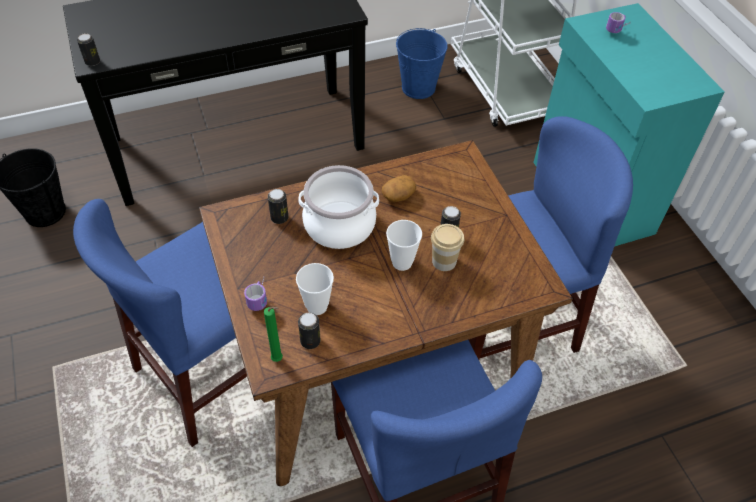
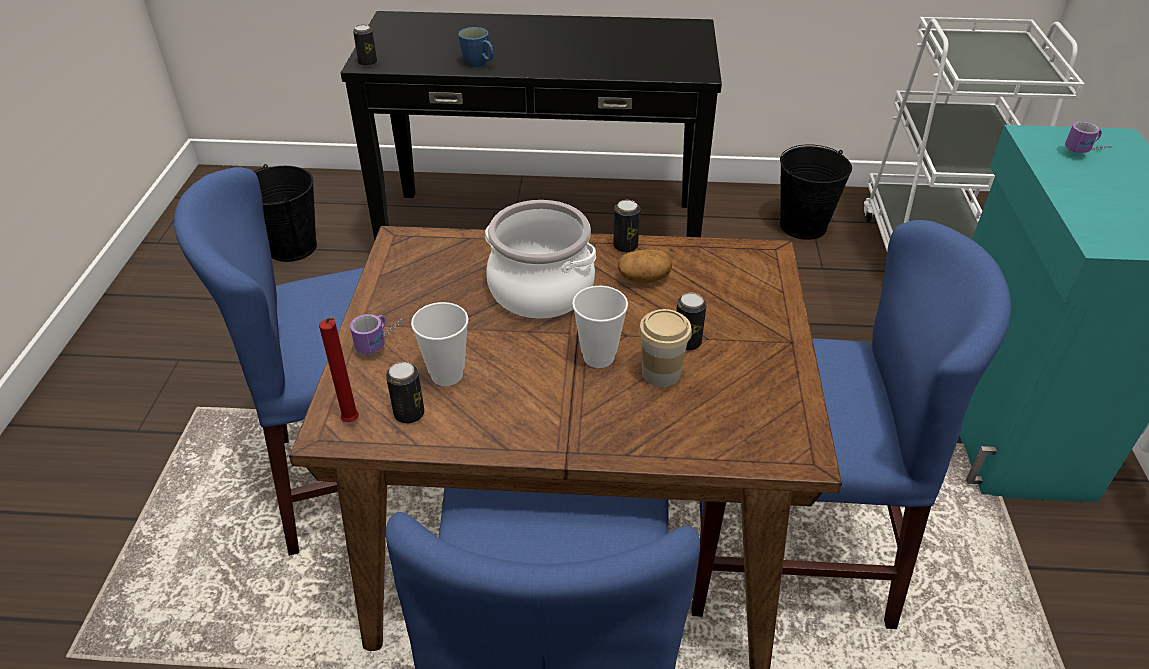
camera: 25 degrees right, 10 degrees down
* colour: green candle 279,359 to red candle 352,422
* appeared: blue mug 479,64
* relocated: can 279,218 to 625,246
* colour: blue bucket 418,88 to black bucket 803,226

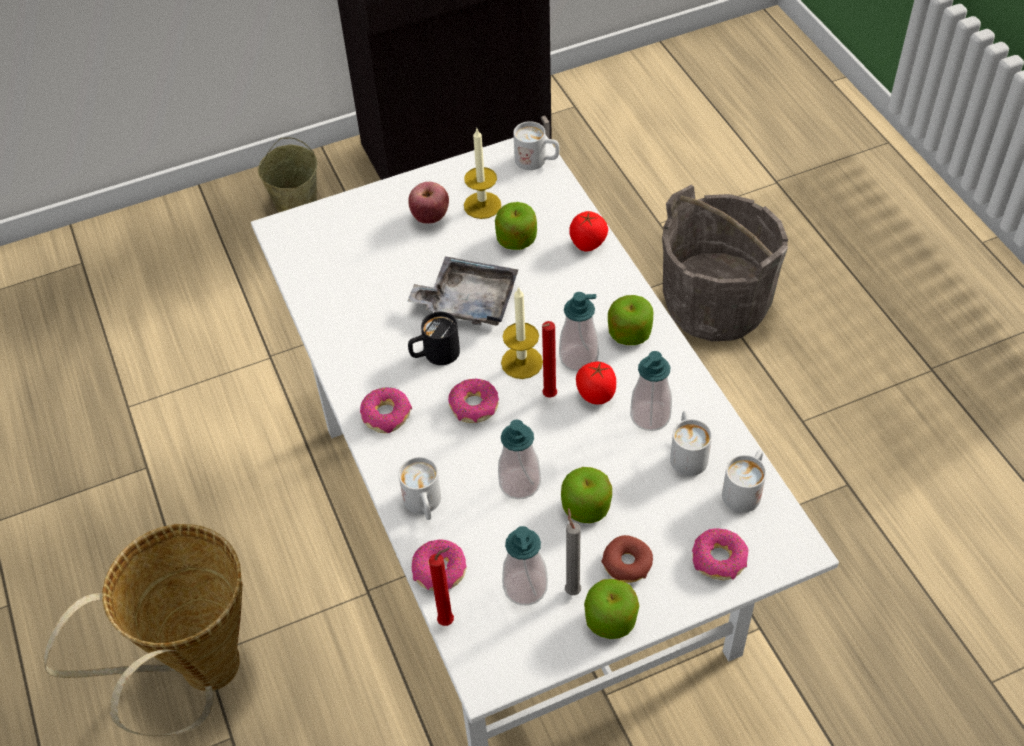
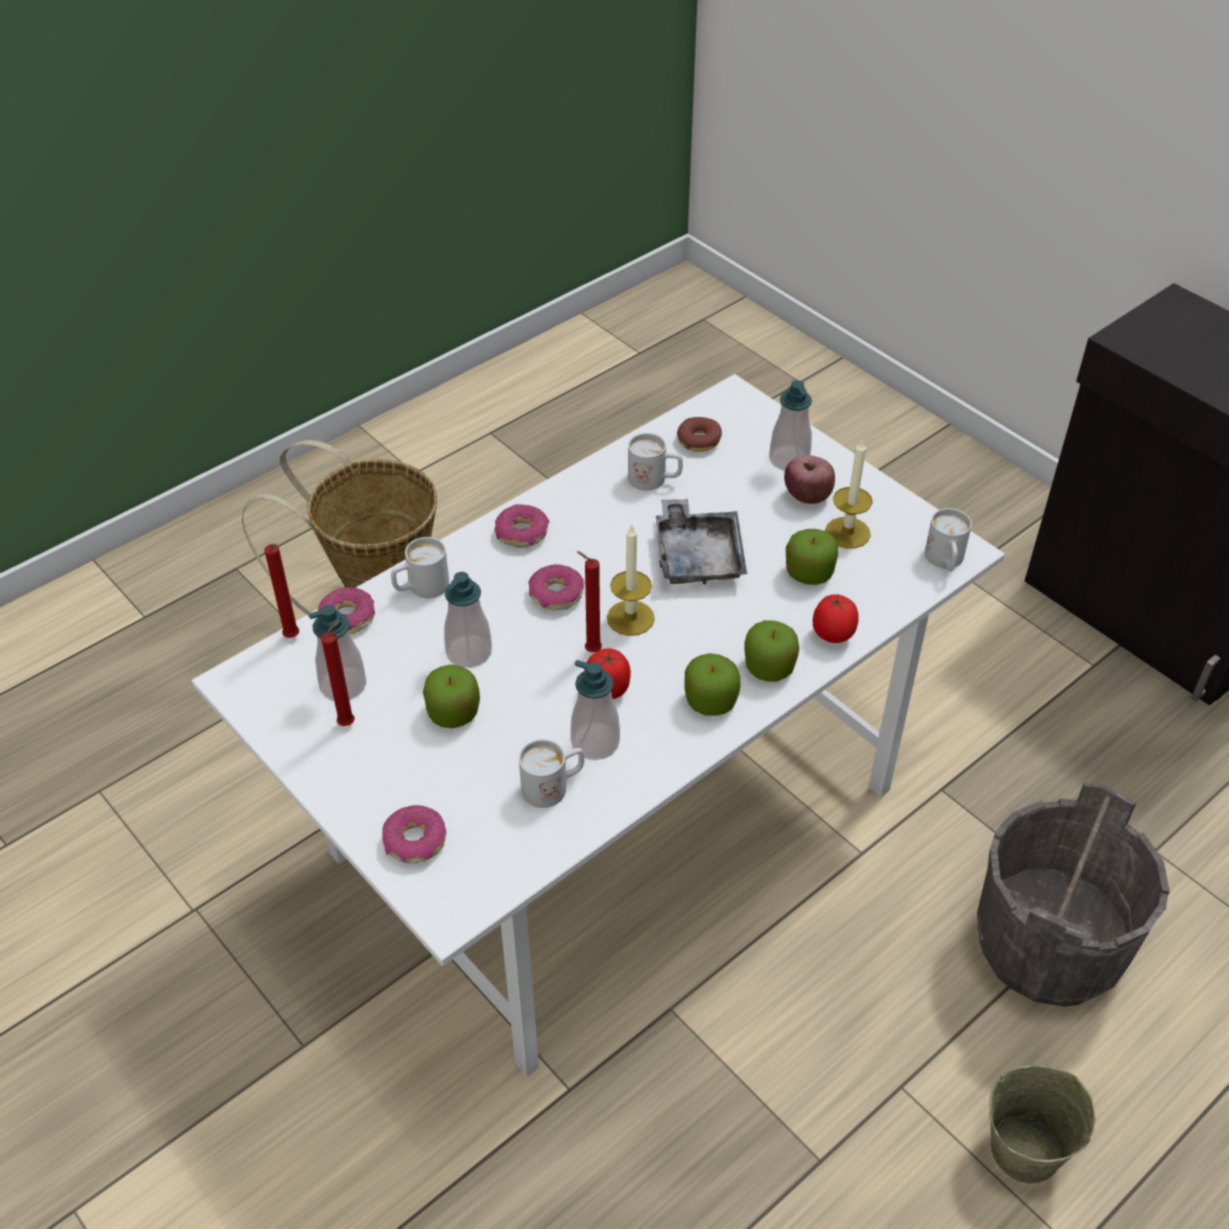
camera: 70 degrees right, 5 degrees down
* colour: grey candle 572,589 to red candle 349,723
* relocated: white mug 745,489 to 655,480
* relocated: donut 627,564 to 698,440
* relocated: apple 610,620 to 769,667
* relocated: soap dispenser 578,357 to 789,460
* relocated: beige bucket 296,203 to 1026,1148
* missing: black mug 434,355

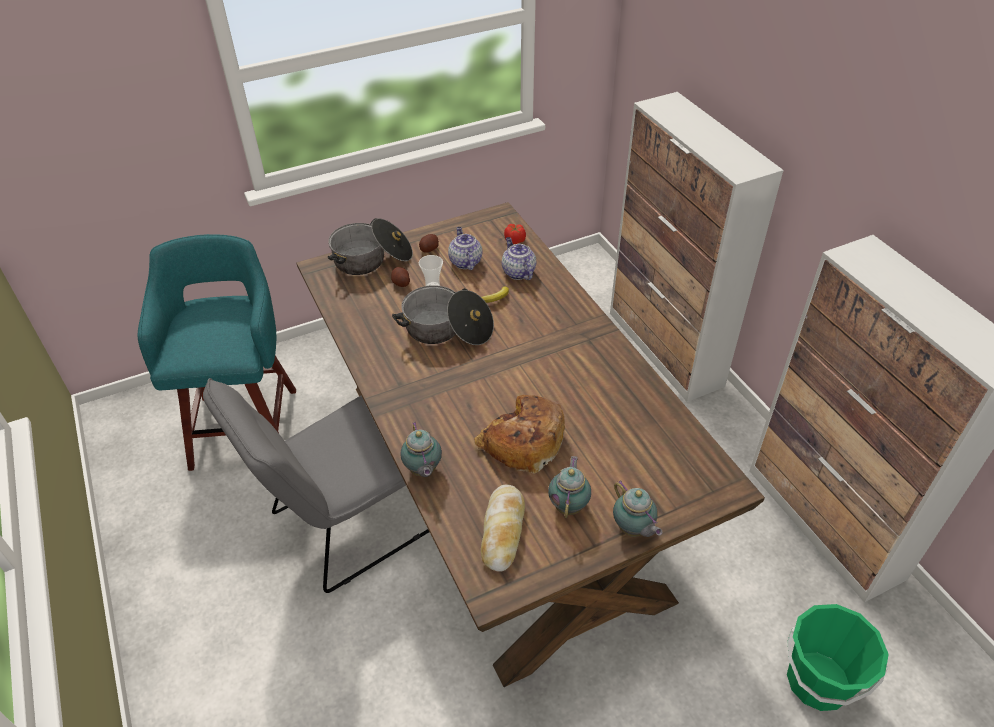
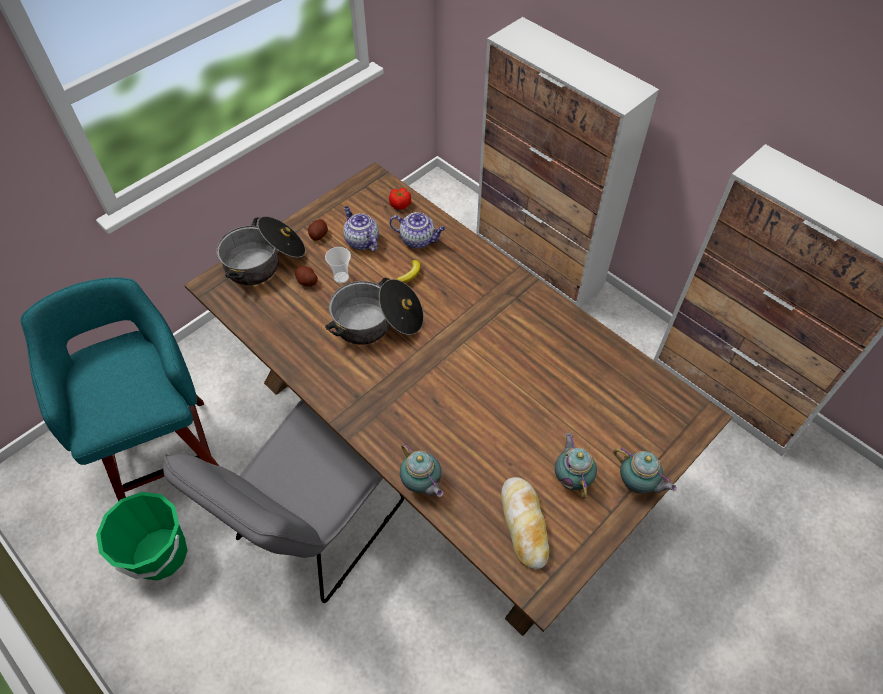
camera: 20 degrees left, 10 degrees up
* relocated: green bucket 817,681 to 160,554
* spun: teapot 518,272 = 418,240 150 degrees clockwise
* missing: bread 522,441

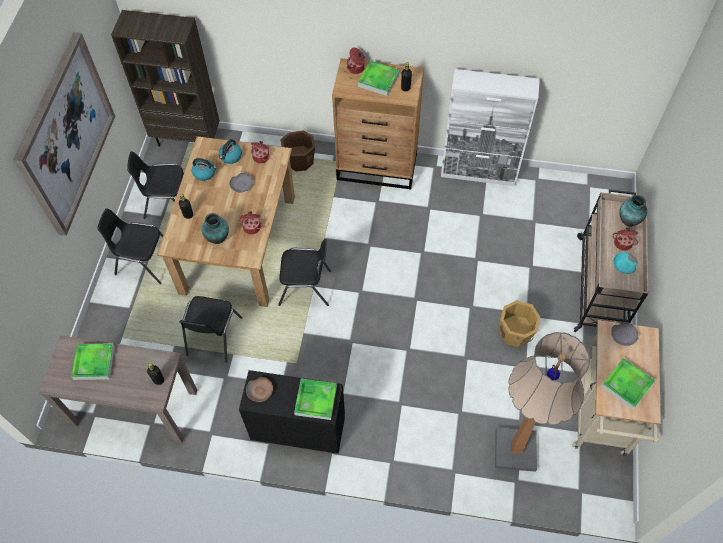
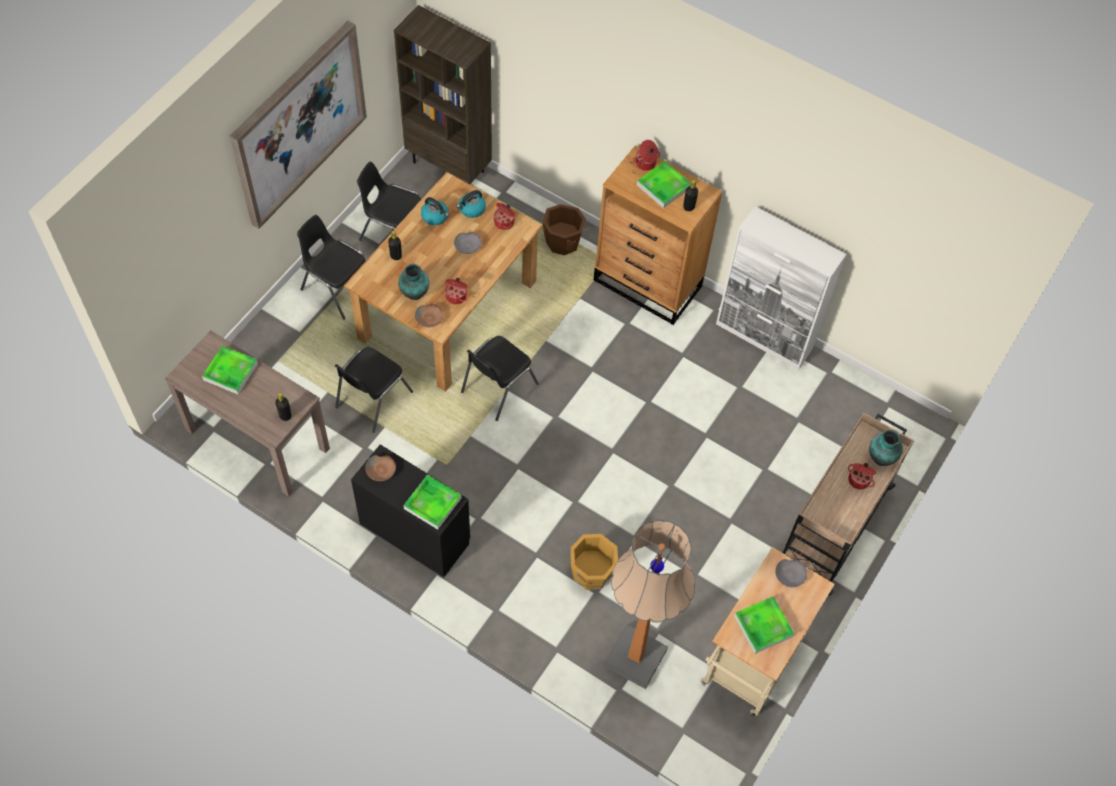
camera: 20 degrees right, 0 degrees up
* appeared: brown bowl 429,318
* spun: black chair 306,288 = 497,388 105 degrees clockwise
* relocated: orange bucket 515,333 to 592,573
* missing: turquoise bowl 623,265

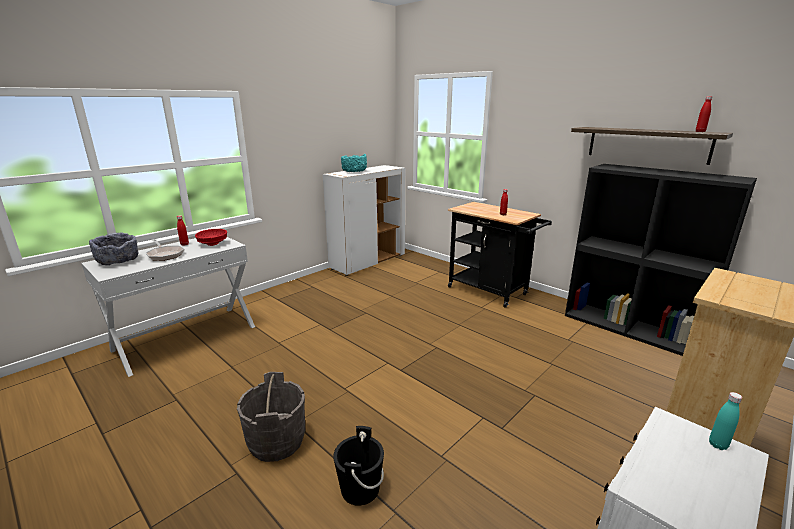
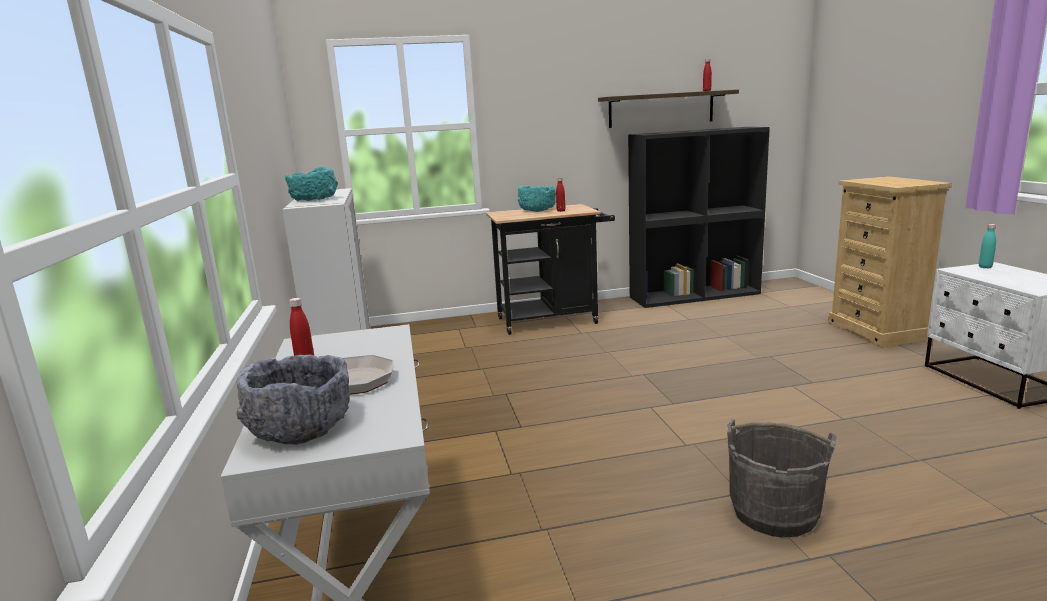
camera: 55 degrees left, 5 degrees down
* appeared: turquoise bowl 537,210
* missing: red bowl 212,243
* missing: black bucket 360,488

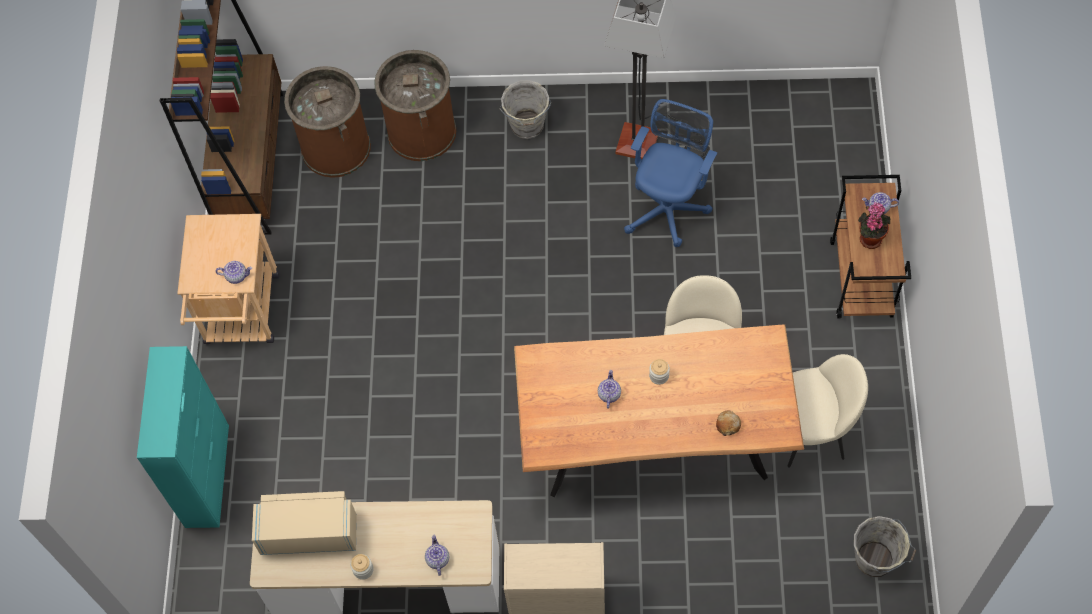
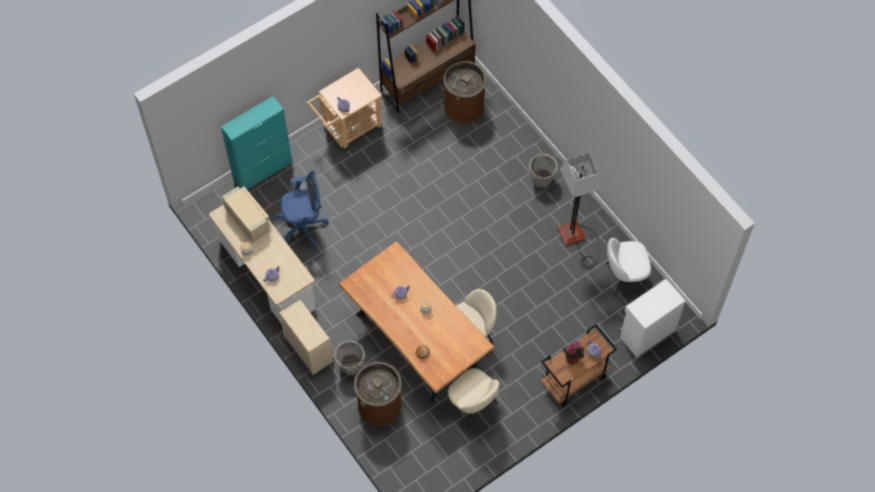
camera: 50 degrees right, 0 degrees up
* relocated: blue office chair 668,207 to 304,226
* relocated: grey bucket 876,560 to 351,366
* relocated: brown trash can 421,131 to 379,405
* appeared: white chair 624,277
* appeared: white cabinet 646,333

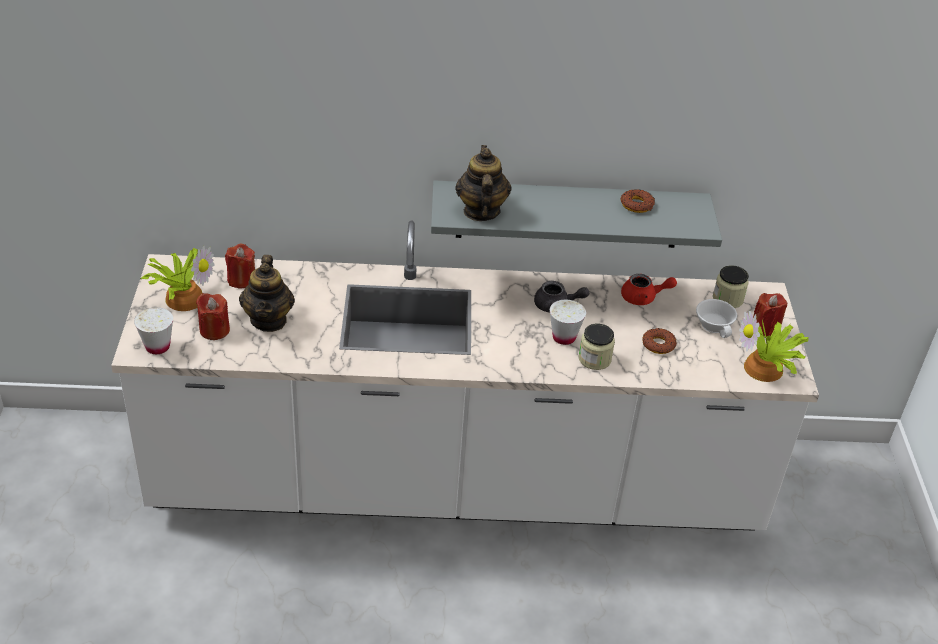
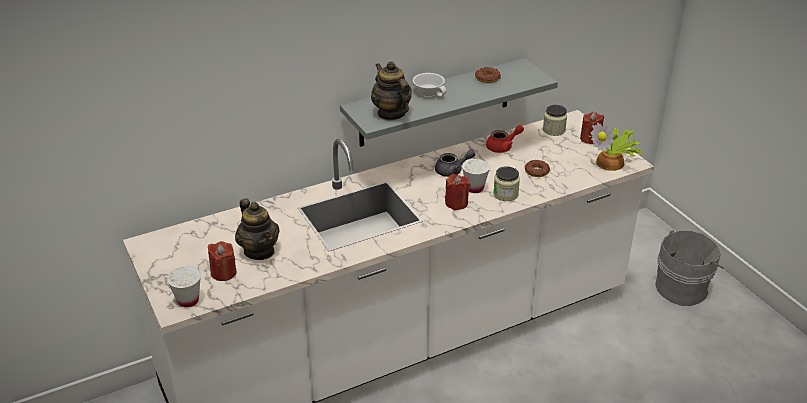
camera: 25 degrees left, 5 degrees down
* relocated: white cup 715,326 to 430,92
* relocated: red candle 241,280 to 456,203
* appeared: grey bucket 683,288
* missing: potted plant 183,297

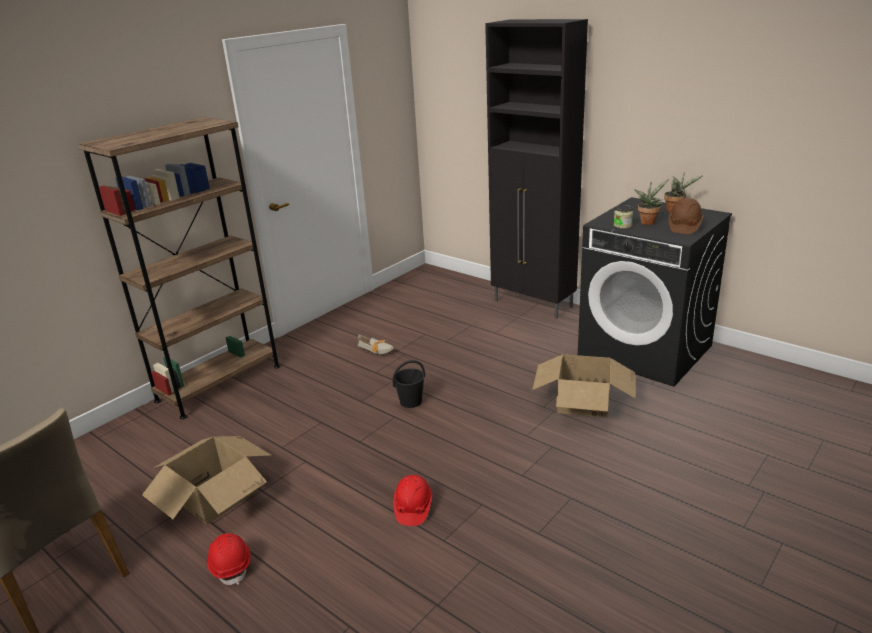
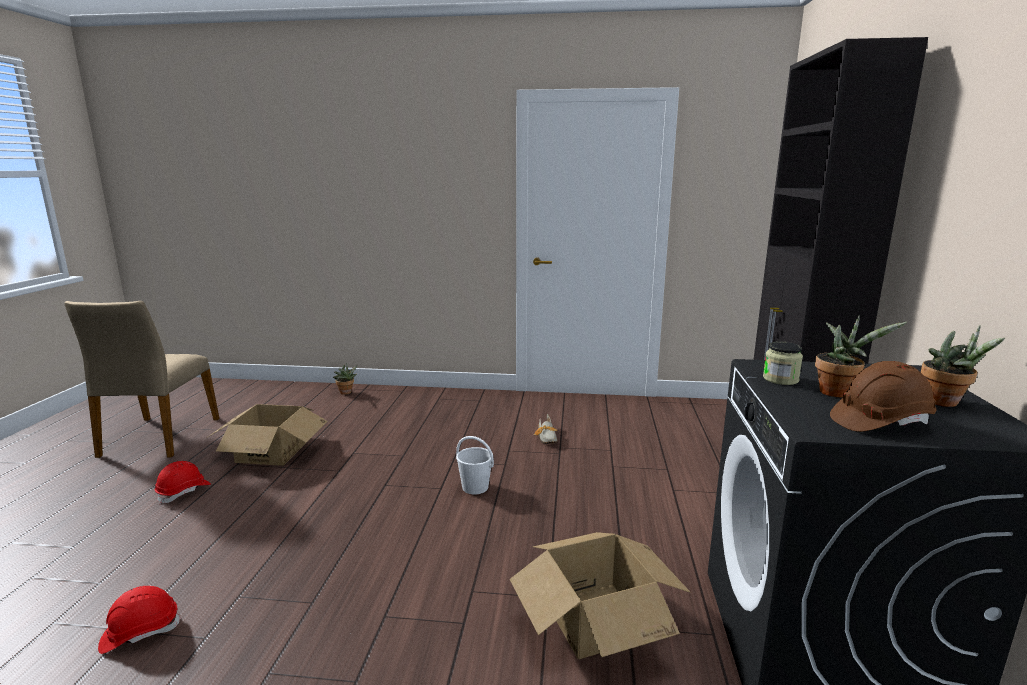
camera: 55 degrees right, 10 degrees down
* relocated: red hard hat 413,508 to 140,632
* appeared: potted plant 346,393
* colour: black bucket 411,401 to white bucket 475,487
* missing: brown bookcase 219,383

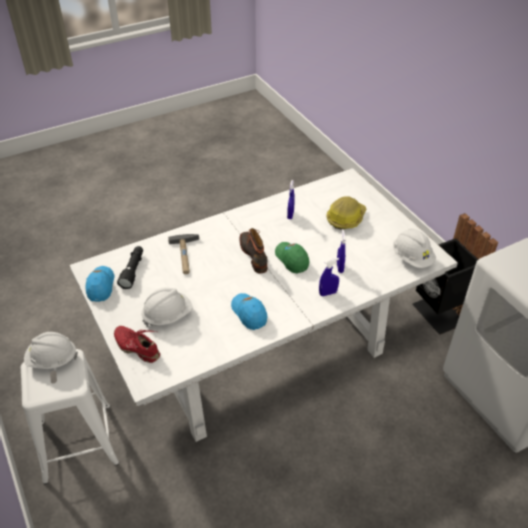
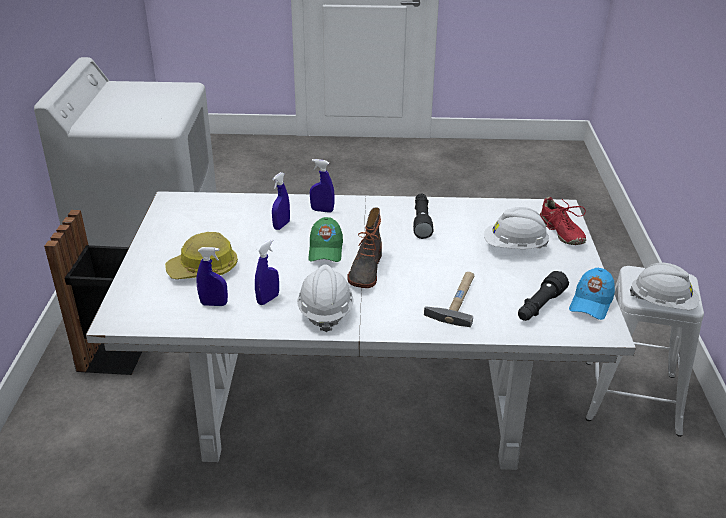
camera: 150 degrees left, 10 degrees down
* appeared: blue spray bottle 214,304
* relocated: white hard hat 412,258 to 325,311
* exchanged: blue cap 249,313 to black flashlight 421,221

